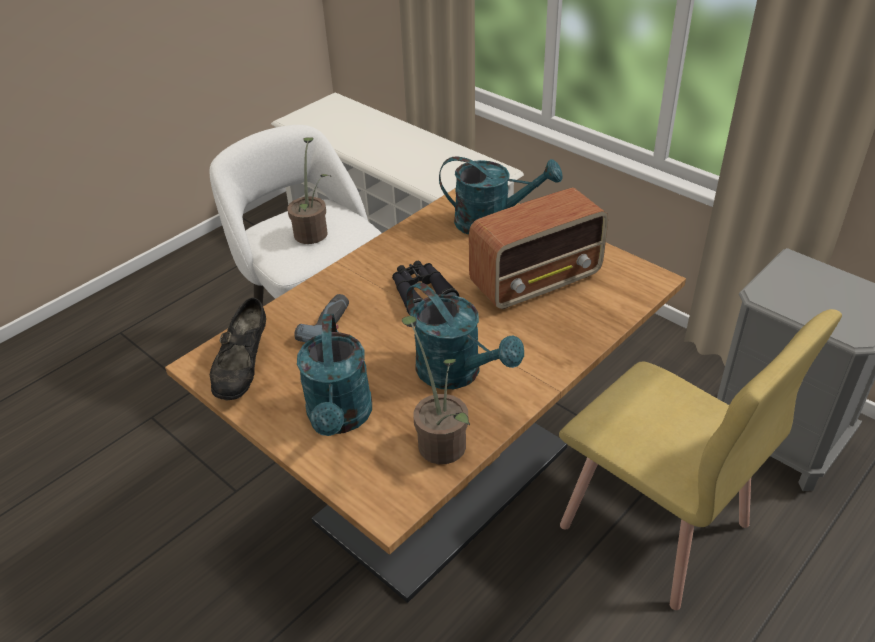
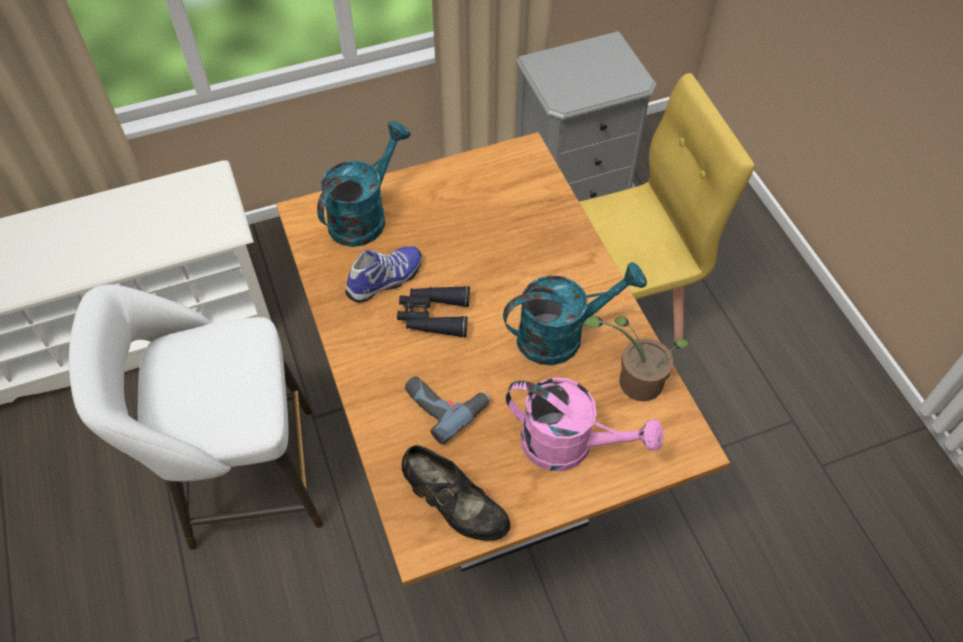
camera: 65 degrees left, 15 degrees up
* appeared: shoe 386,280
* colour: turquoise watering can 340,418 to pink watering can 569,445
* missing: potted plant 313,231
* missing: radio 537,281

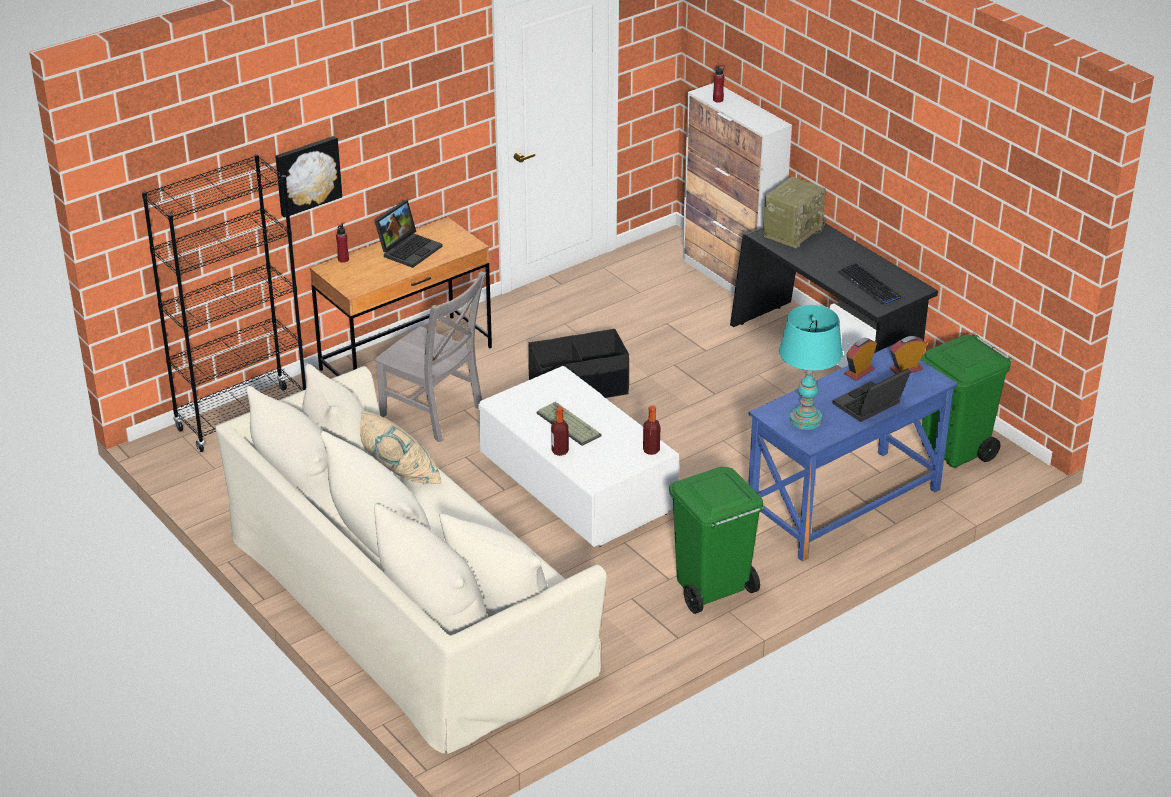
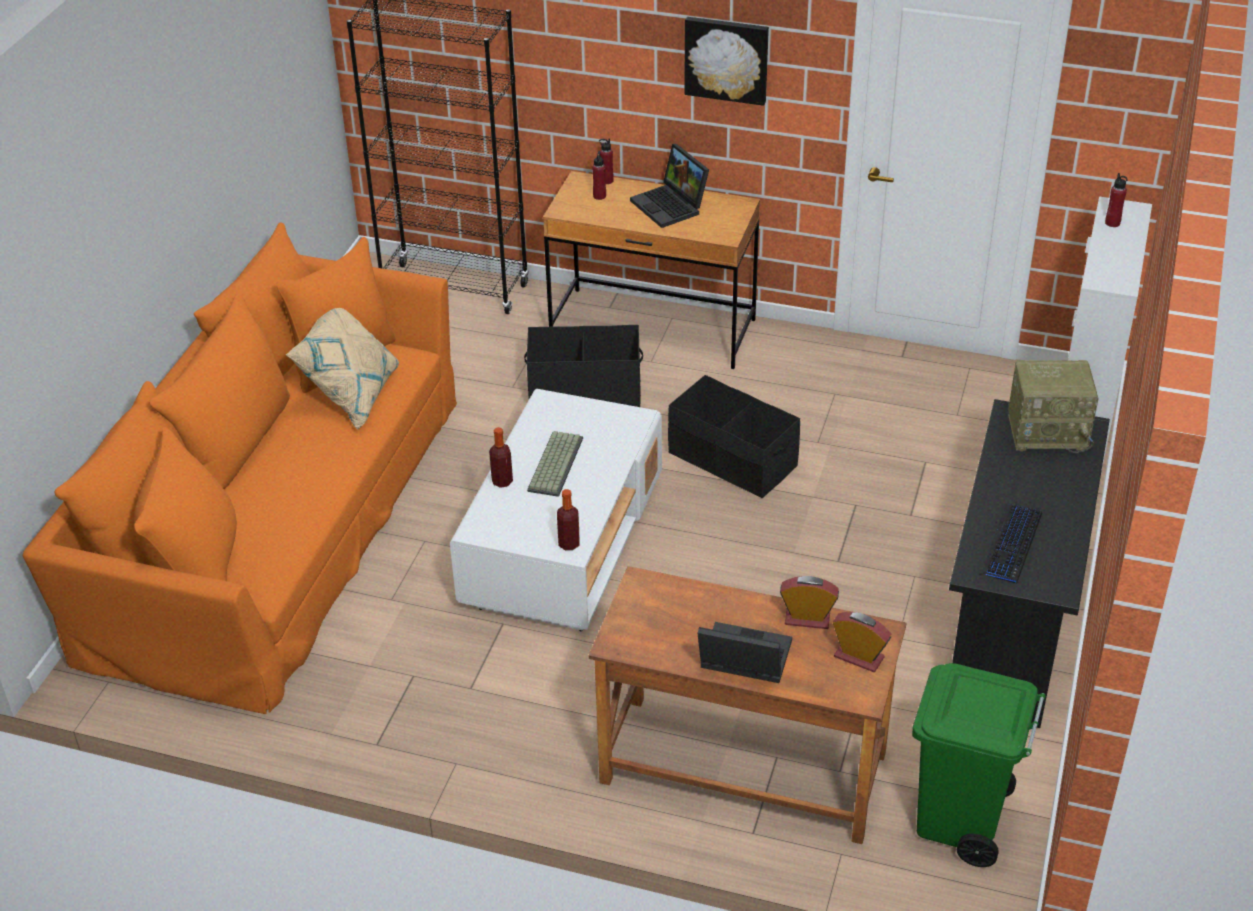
camera: 55 degrees right, 5 degrees up
* colour: beige sofa 409,600 to orange sofa 278,524
* exchanged: grey chair 434,413 to black storage box 584,390
* colour: blue desk 844,505 to brown desk 742,769
* appeared: red bottle 599,196
* spun: laptop 409,249 = 671,206 60 degrees clockwise
* relocated: picture 307,175 to 727,59
* missing: green trash can 711,590
* missing: turquoise table lamp 805,420

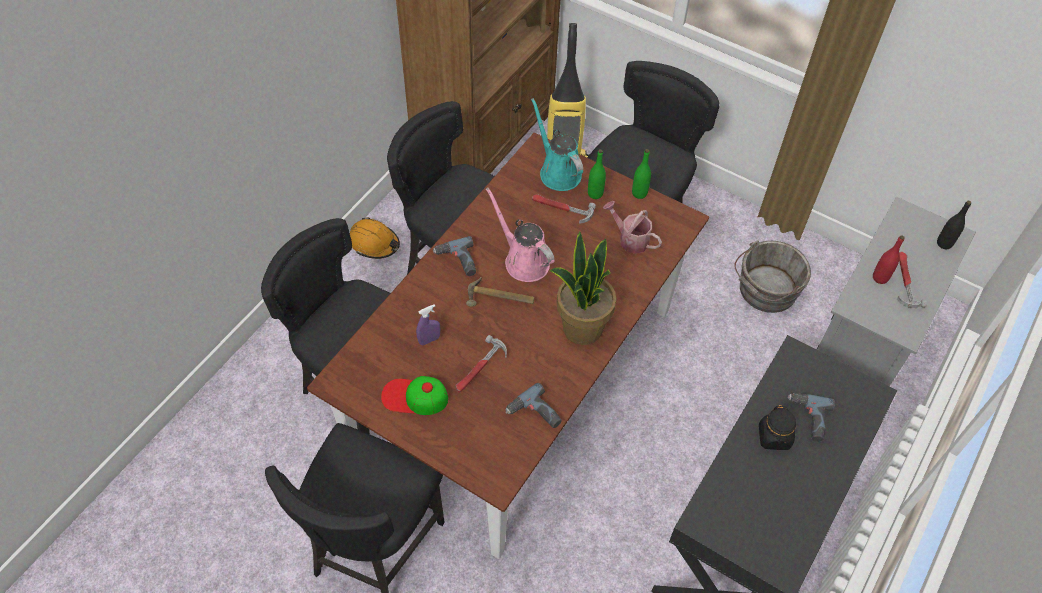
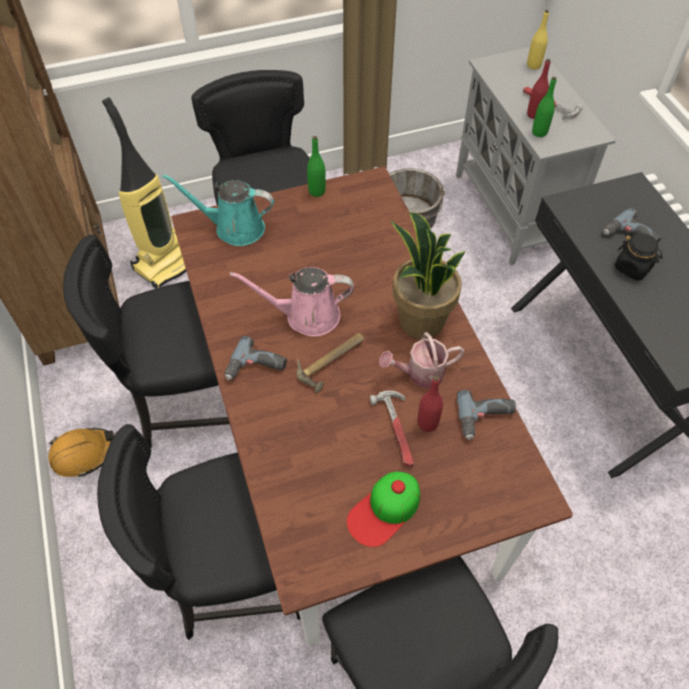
camera: 50 degrees left, 0 degrees up
* relocated: watering can 630,239 to 420,373
* appeared: red bottle 427,423
* colour: black bottle 944,243 to yellow bottle 533,65
* relocated: green bottle 595,193 to 539,132
* missing: purple spray bottle 429,340
* missing: hammer 561,209

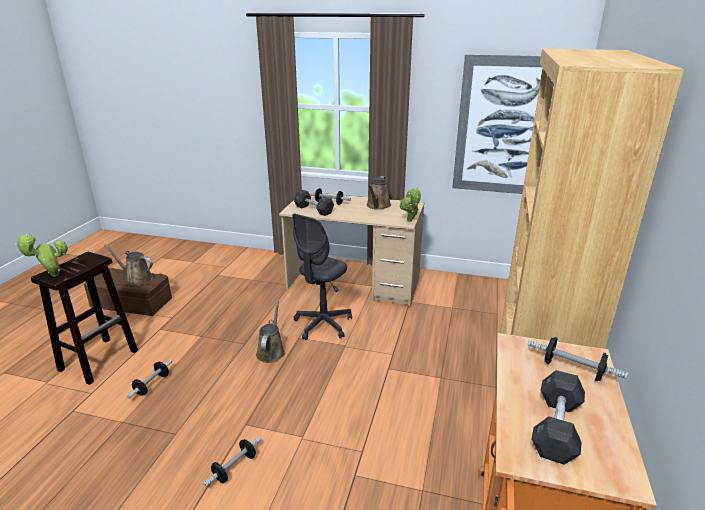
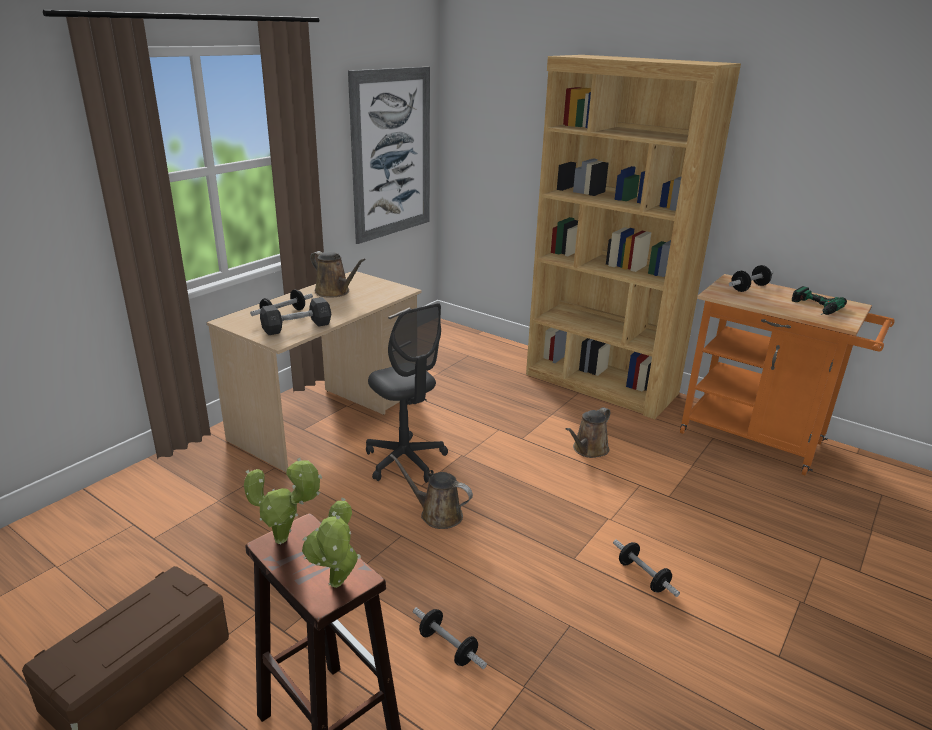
camera: 70 degrees left, 0 degrees up
* relocated: potted plant 409,222 to 286,540
* relocated: brown watering can 137,279 to 588,450
* exchanged: grey dumbbell 556,428 to power drill 812,308

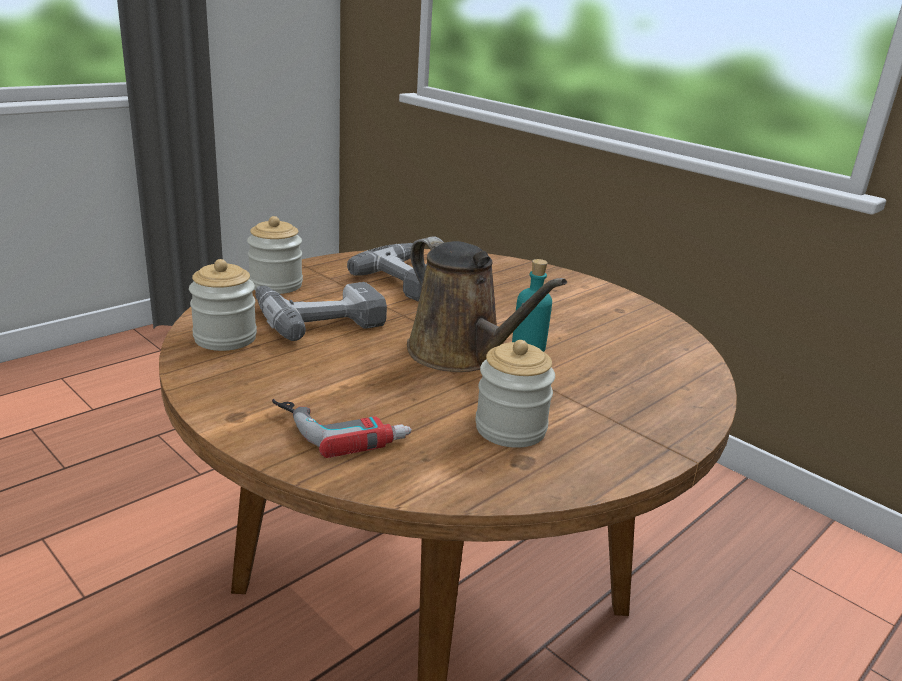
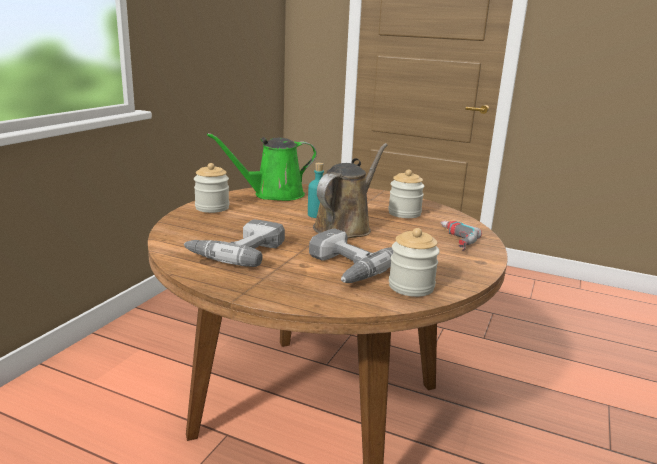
camera: 110 degrees left, 5 degrees down
* relocated: jar 276,285 to 212,208
* appeared: green watering can 274,194

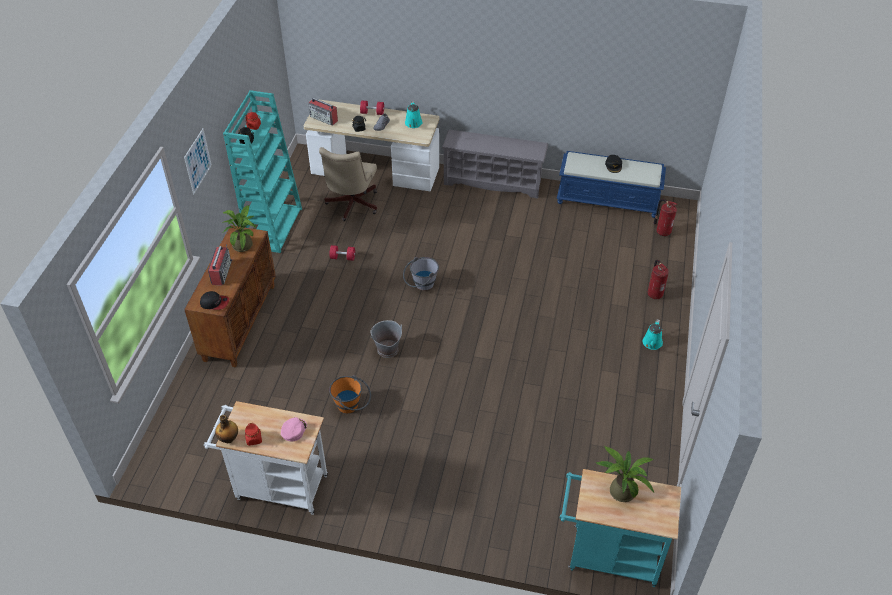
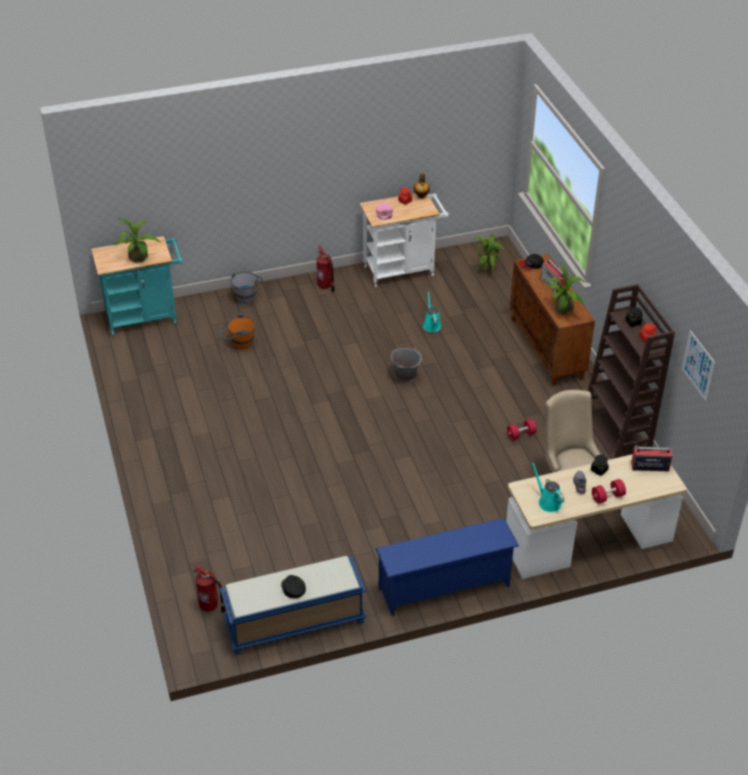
camera: 150 degrees right, 5 degrees down
* relocated: orange bucket 352,406 to 238,343
* relocated: grey bucket 421,285 to 247,295
* relocated: fire extinguisher 654,294 to 325,286
* colour: grey shoe rack 493,182 to blue shoe rack 444,588
* relocated: turquoise watering can 652,344 to 431,325
* appeared: potted plant 487,267
* colour: turquoise bookcase 274,227 to brown bookcase 616,436
* relocated: picture 198,161 to 698,365

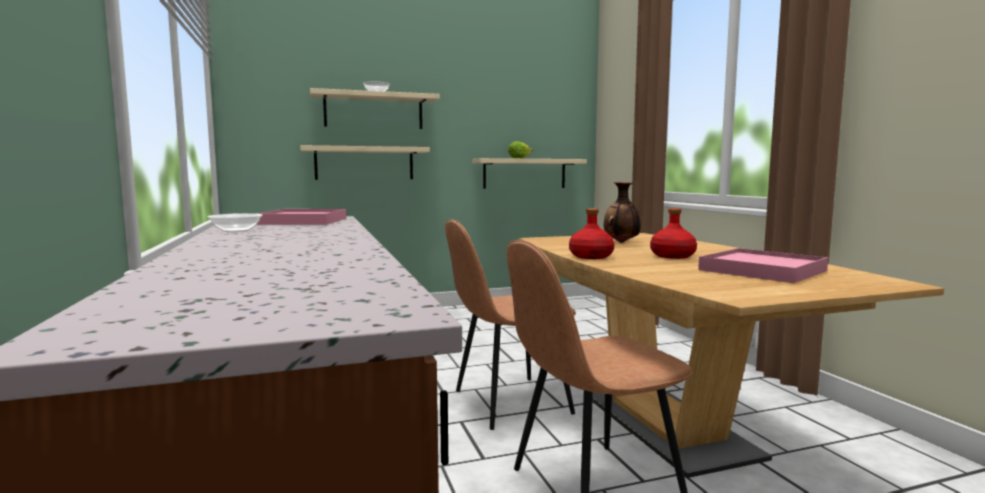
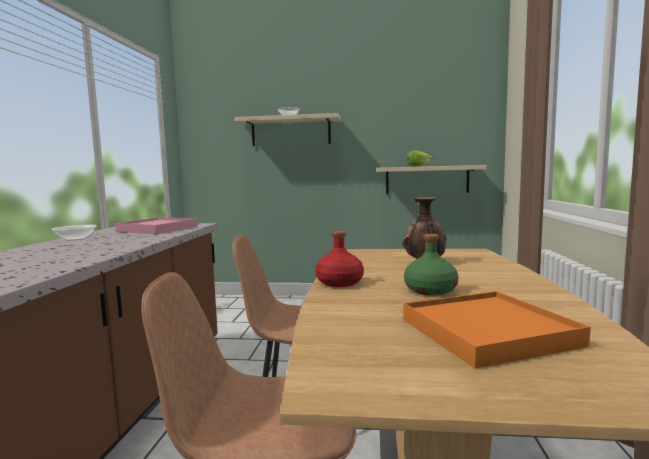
camera: 25 degrees right, 0 degrees up
* colour: pink tray 761,270 to orange tray 486,332
* colour: red bottle 672,256 to green bottle 429,290
* missing: beige shelf 364,163

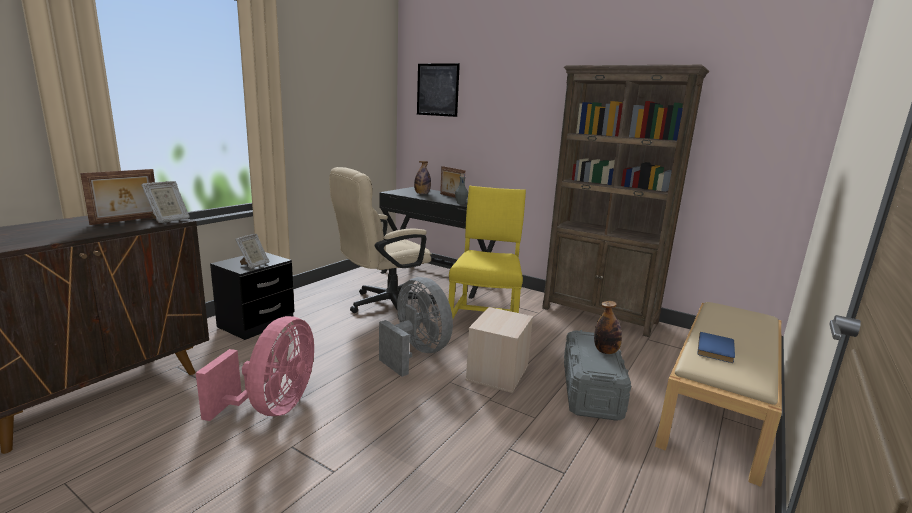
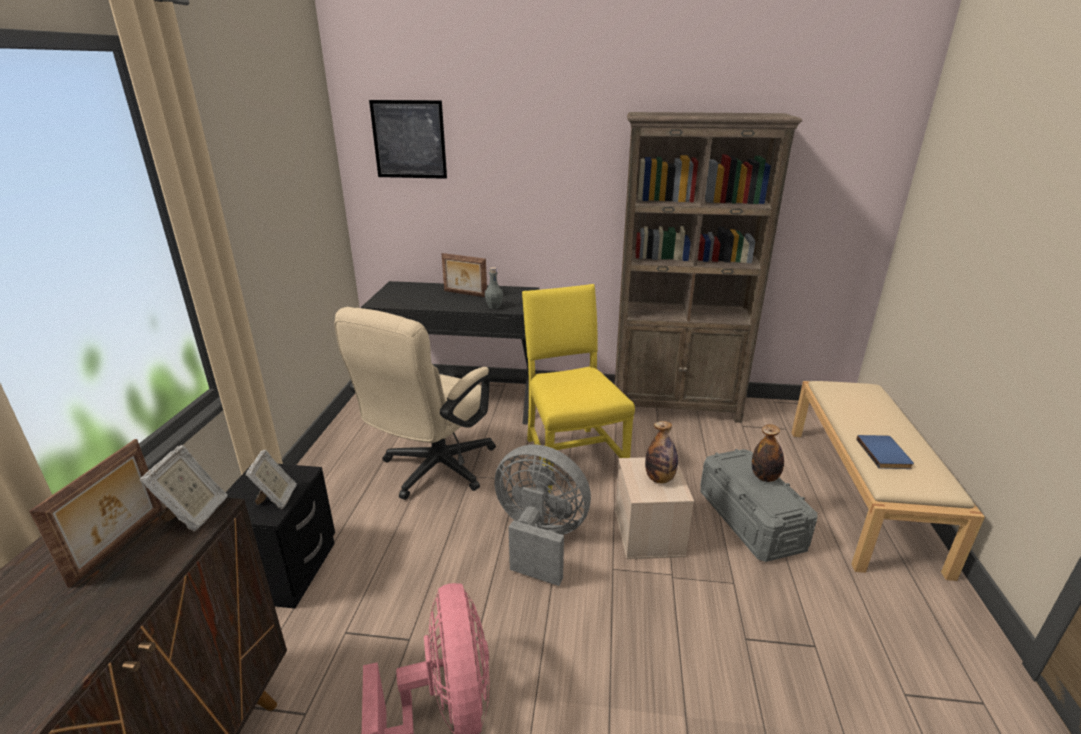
camera: 25 degrees left, 10 degrees up
* relocated: bottle 422,194 to 660,479

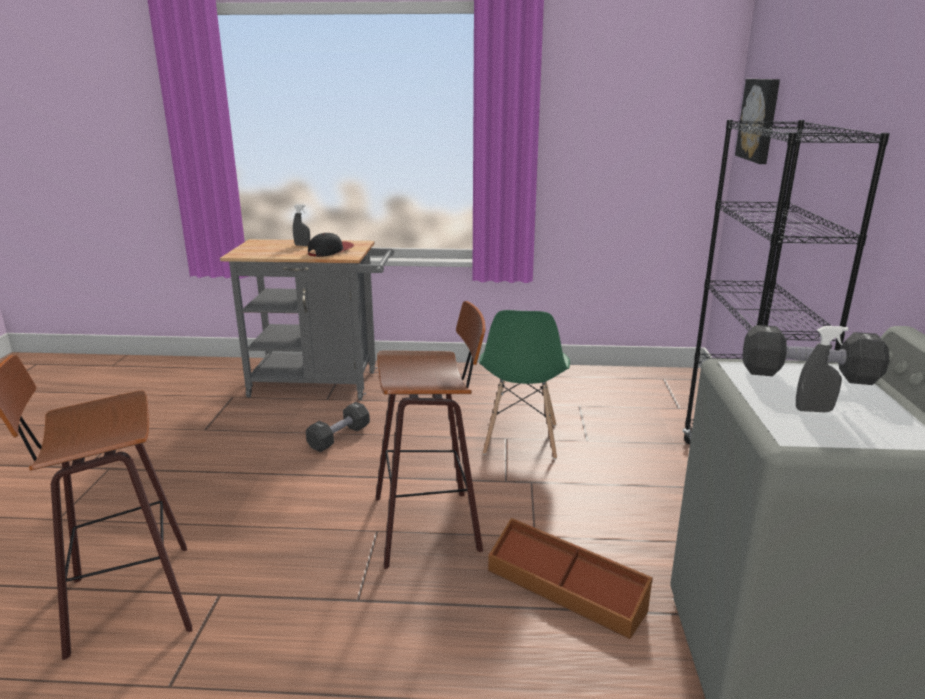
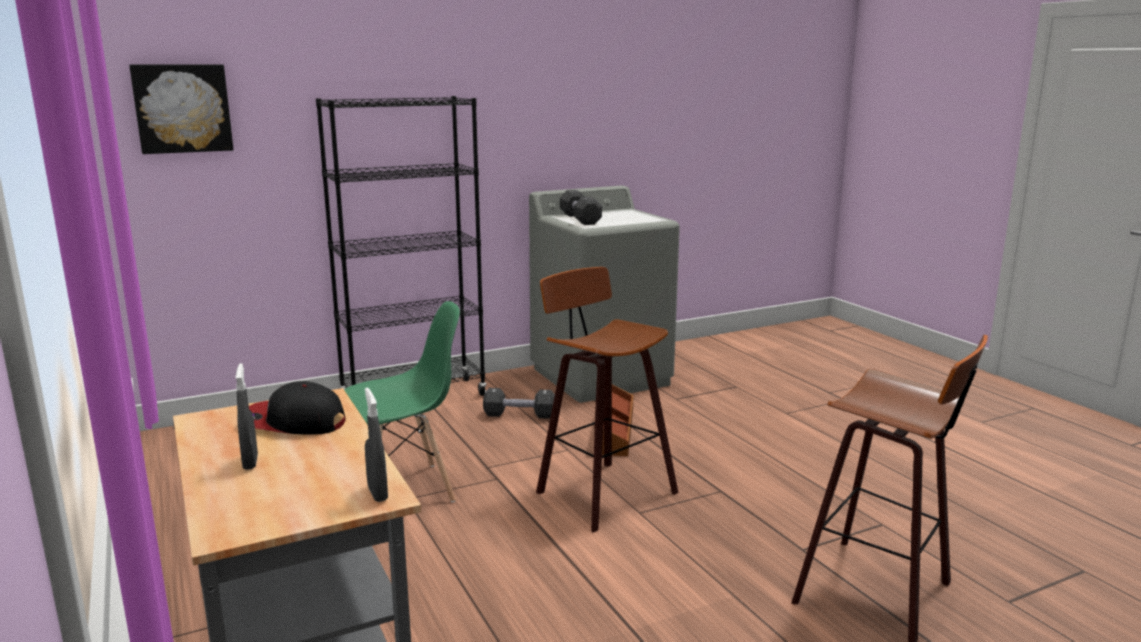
camera: 120 degrees left, 5 degrees down
* relocated: grey spray bottle 813,410 to 377,493
* relocated: black dumbbell 339,437 to 519,415

